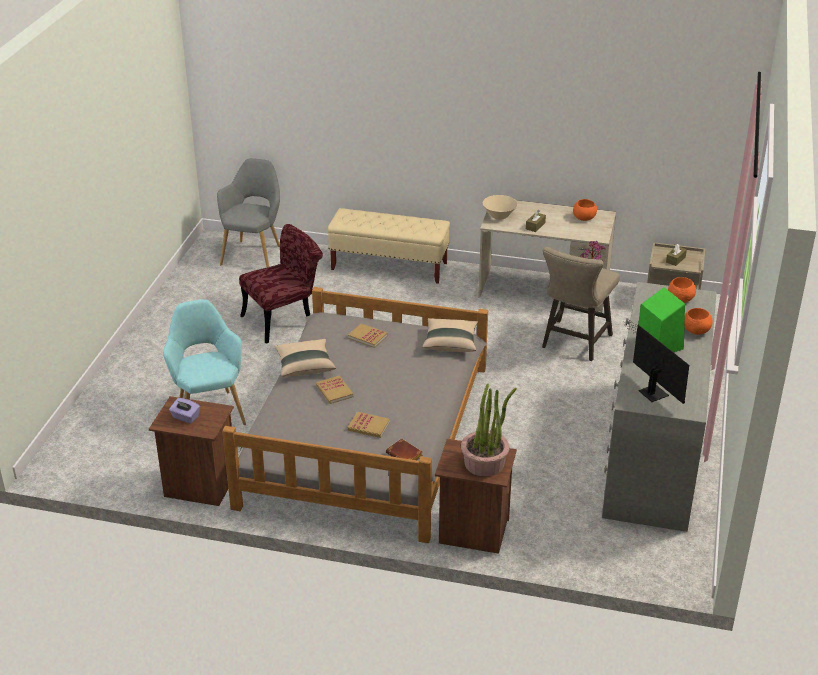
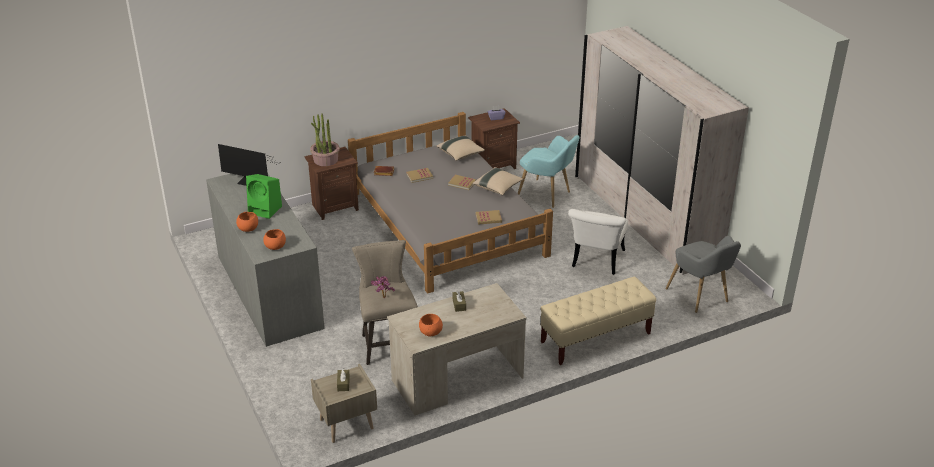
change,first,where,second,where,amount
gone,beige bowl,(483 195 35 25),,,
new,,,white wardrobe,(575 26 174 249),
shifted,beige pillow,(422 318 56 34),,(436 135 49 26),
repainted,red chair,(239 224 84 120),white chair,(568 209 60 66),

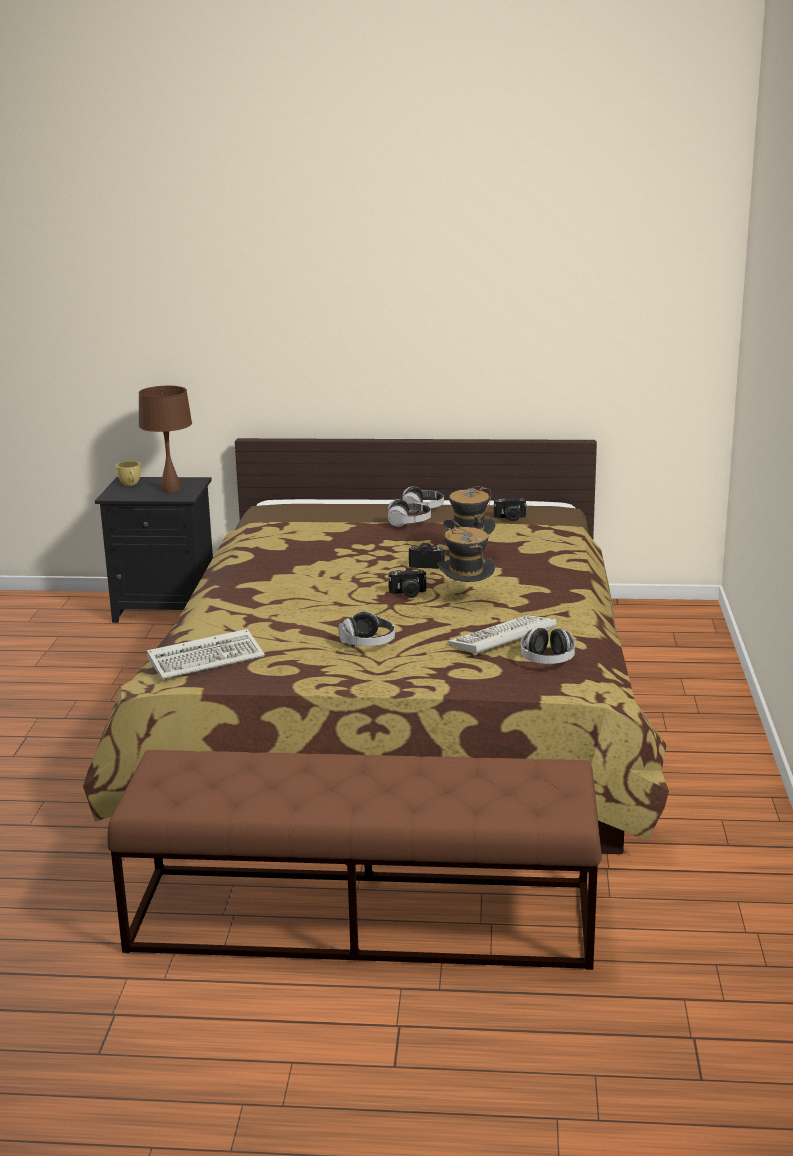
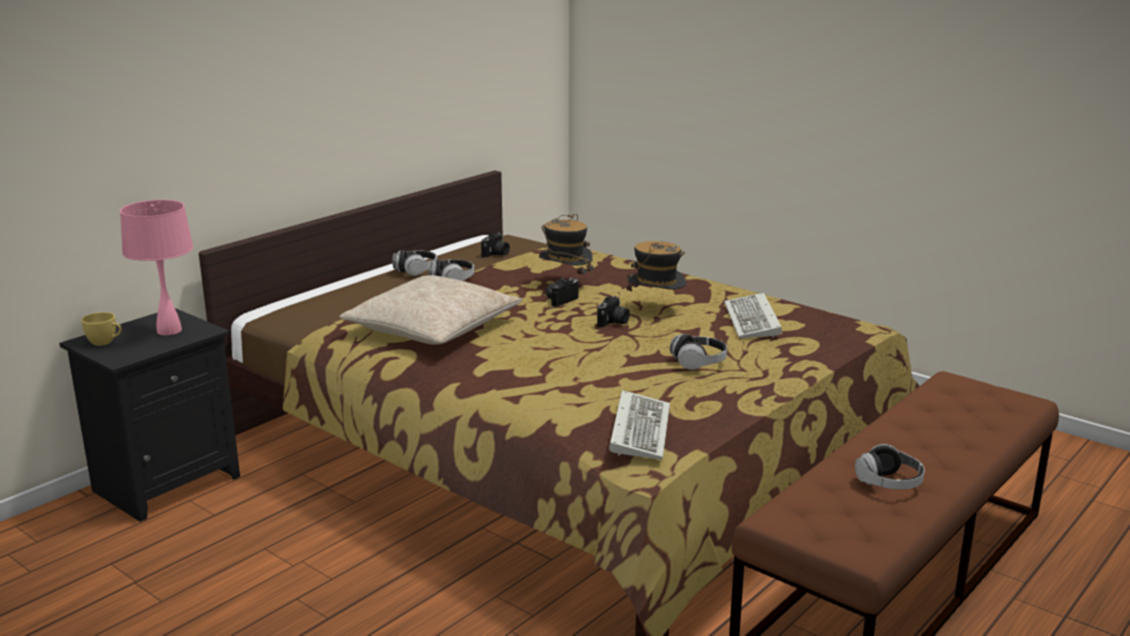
change,first,where,second,where,amount
new,,,beige pillow,(339 275 183 70),
shifted,headphones,(520 627 55 37),,(855 444 70 46),
repainted,brown table lamp,(139 386 53 107),pink table lamp,(120 200 73 135),

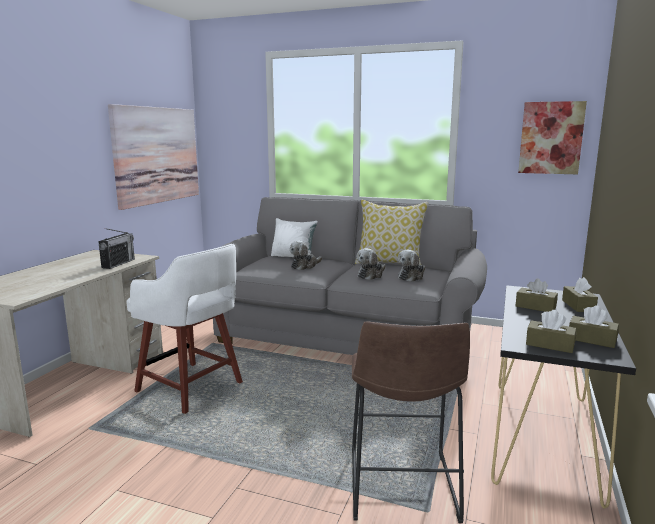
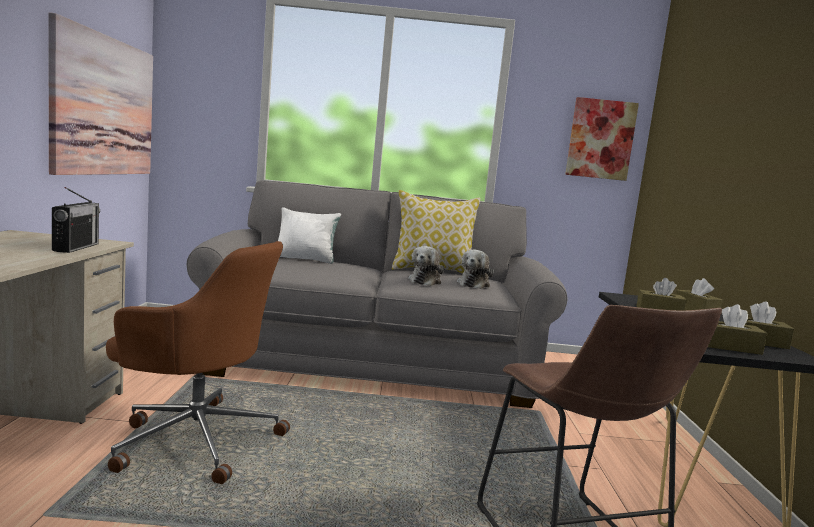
change,first,where,second,where,amount
gone,plush toy,(290 241 32 29),,,
swapped,white stool,(126 244 117 170),brown office chair,(106 241 184 243),

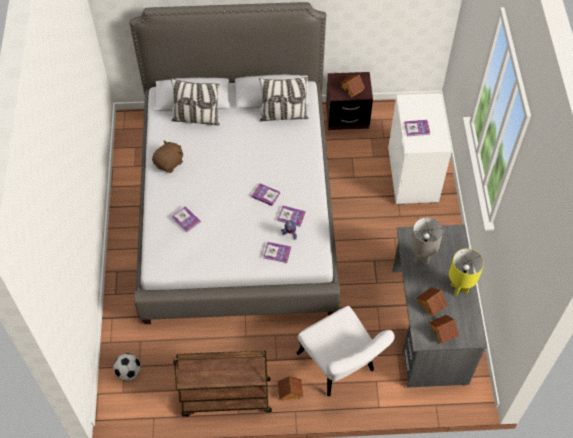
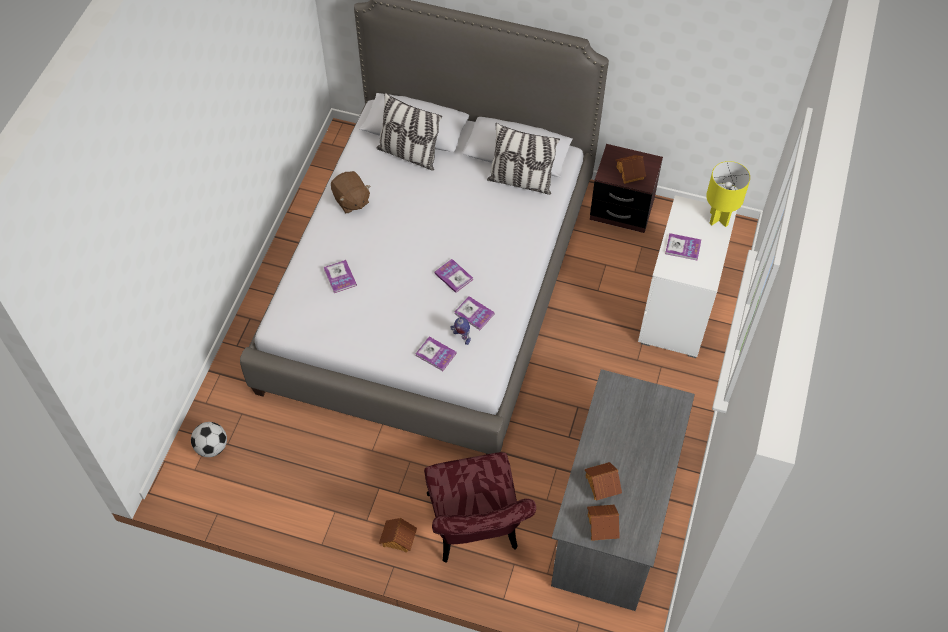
change,first,where,second,where,amount
gone,brown cart,(173 350 99 67),,,
gone,grey table lamp,(410 217 33 48),,,
shifted,yellow table lamp,(449 248 35 48),,(706 161 44 66),
repainted,white chair,(297 306 97 90),red chair,(424 452 112 111),
rotated,brown plush toy,(152 140 31 33),,(331 171 39 42),90 degrees clockwise

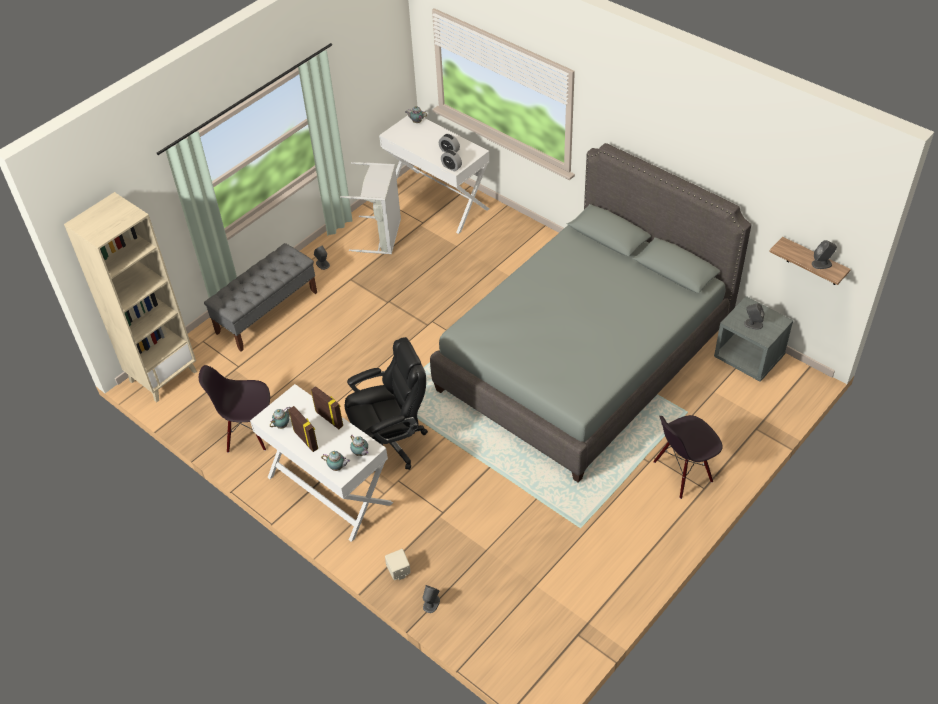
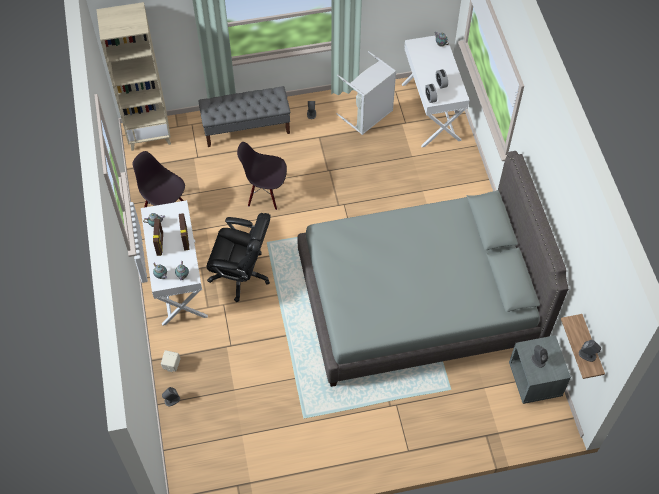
change,first,where,second,where,amount
shifted,black chair,(653 415 70 84),,(237 142 50 68),

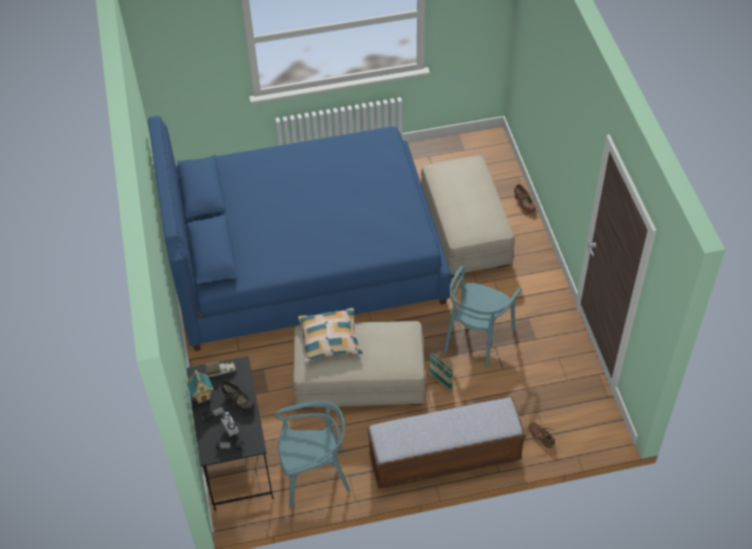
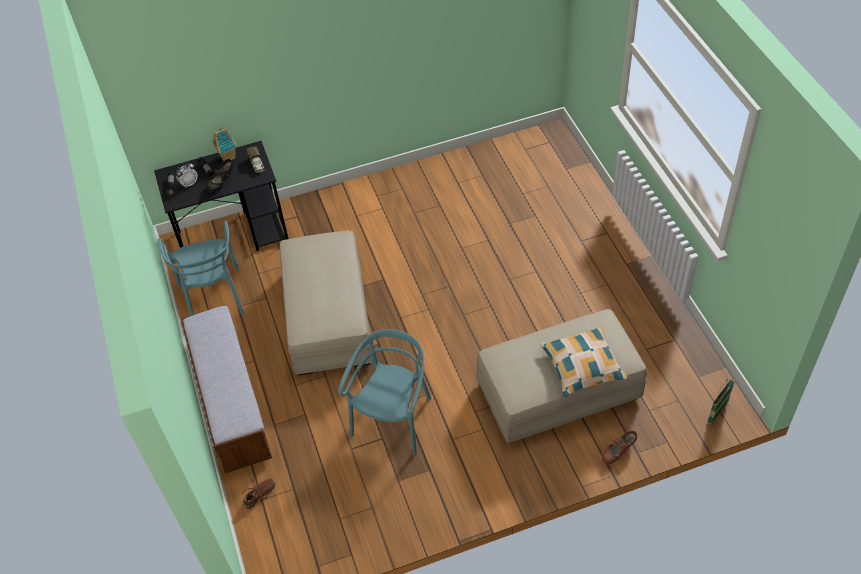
change,first,where,second,where,amount
gone,blue bed,(148 116 303 235),,,
shifted,pillow,(298 308 65 54),,(540 327 87 70),
shifted,basket,(429 352 25 38),,(708 379 27 45),
rotated,turquoise chair,(444 266 78 102),,(338 329 93 126),90 degrees clockwise

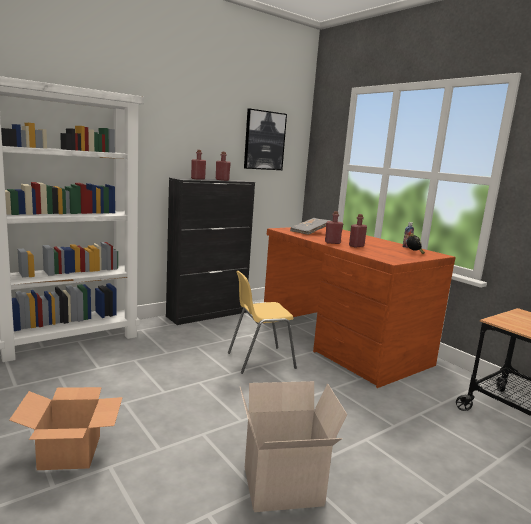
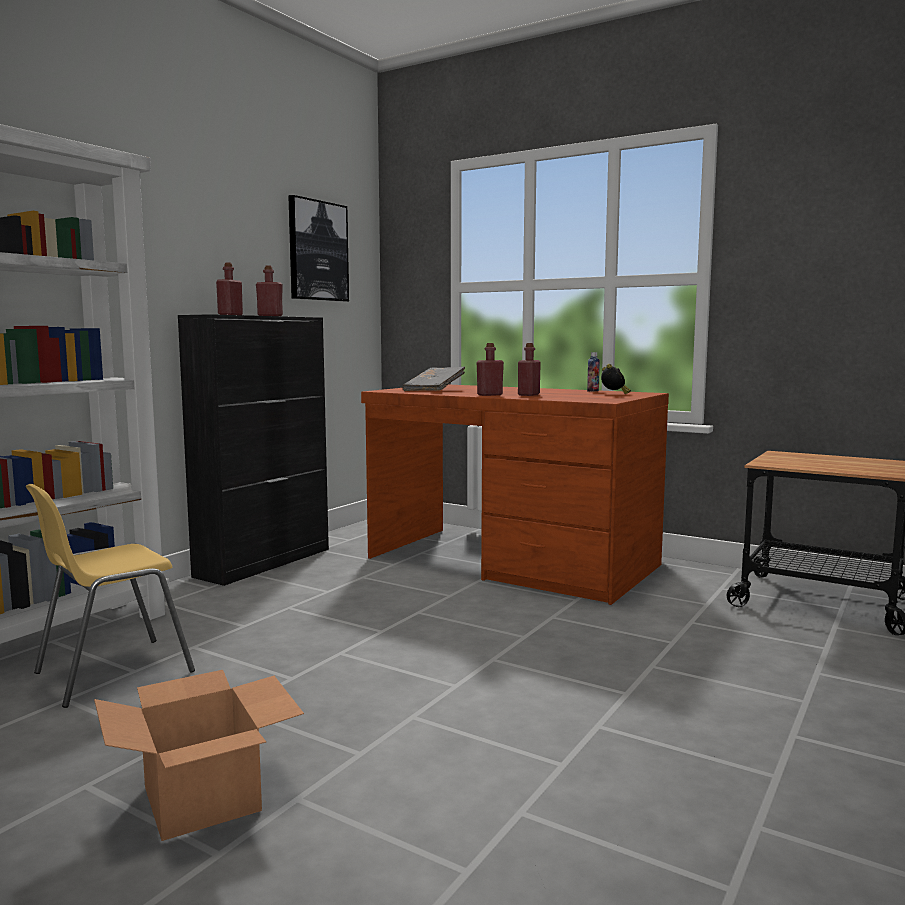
change,first,where,second,where,amount
gone,cardboard box,(240 381 108 131),,,
shifted,yellow chair,(228 271 69 103),,(26 484 169 224),

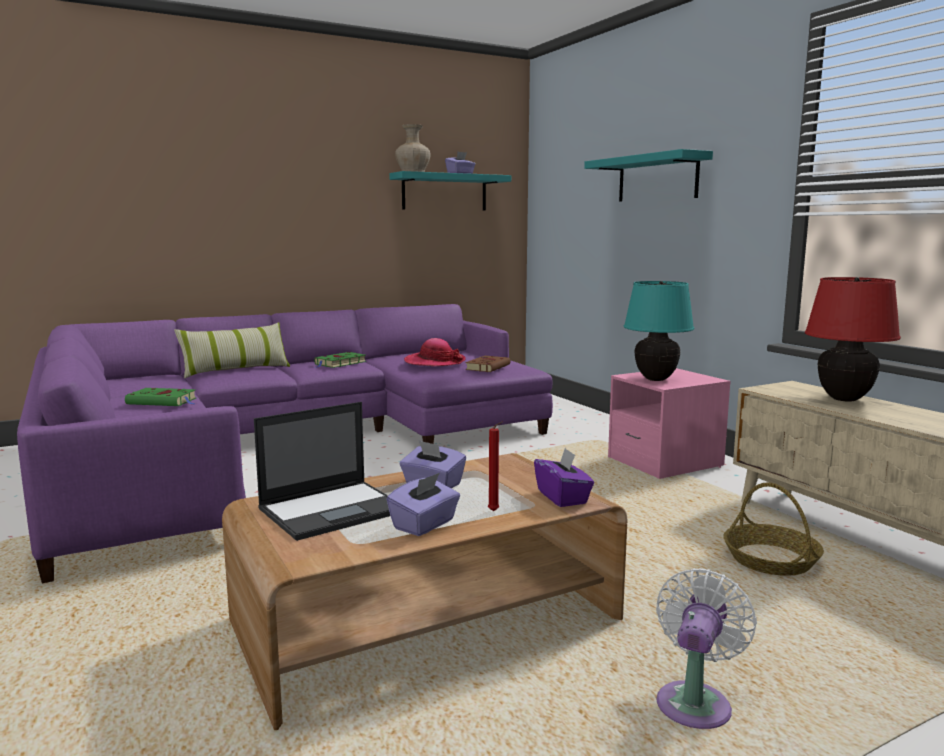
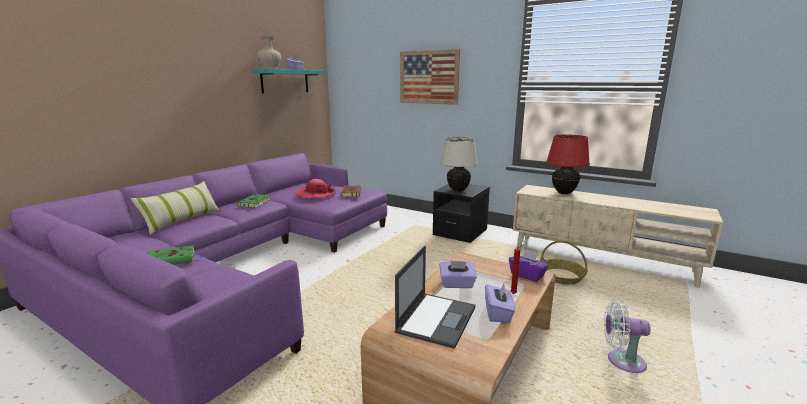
change,first,where,second,where,amount
swapped,turquoise shelf,(584 149 129 52),picture,(400 49 60 56),
repainted,pink nightstand,(608 368 123 111),black nightstand,(433 184 57 59),
repainted,turquoise table lamp,(624 281 70 100),beige table lamp,(441 137 37 55),
rotated,white fan,(656 568 101 161),,(604 301 47 72),75 degrees counterclockwise

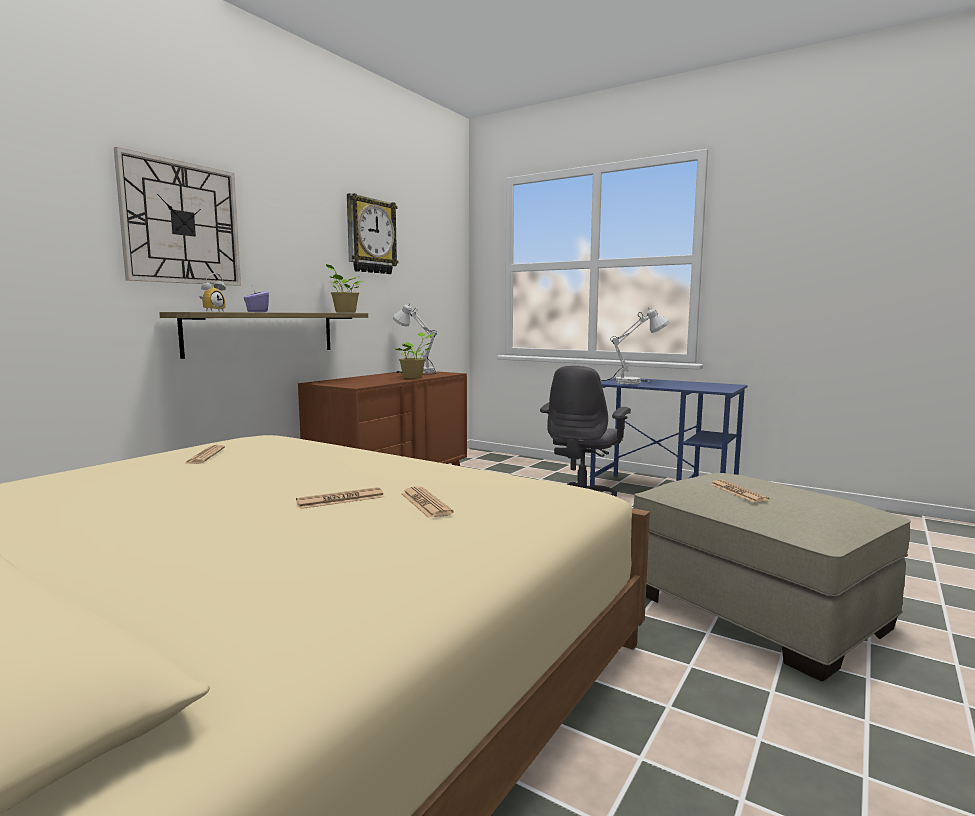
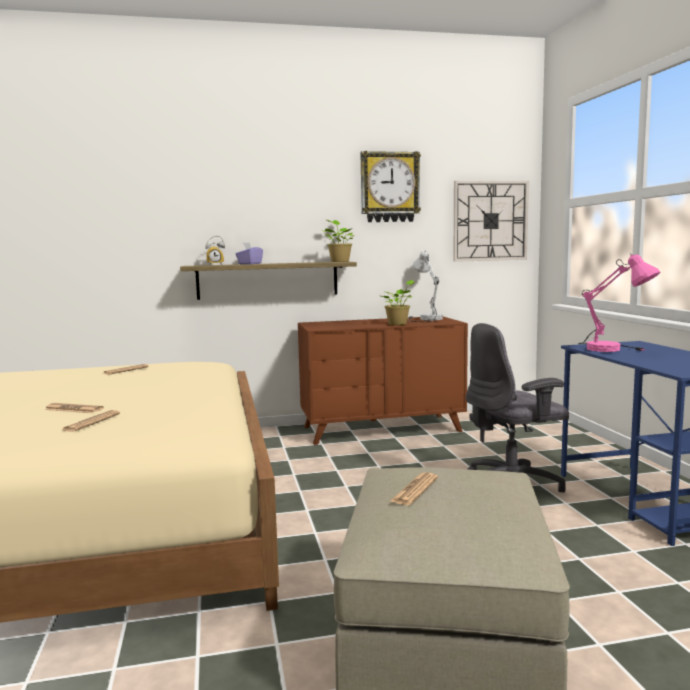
change,first,where,second,where,amount
shifted,wall clock,(114 147 127 139),,(453 181 76 81),
repainted,white table lamp,(601 309 69 75),pink table lamp,(577 253 83 99),

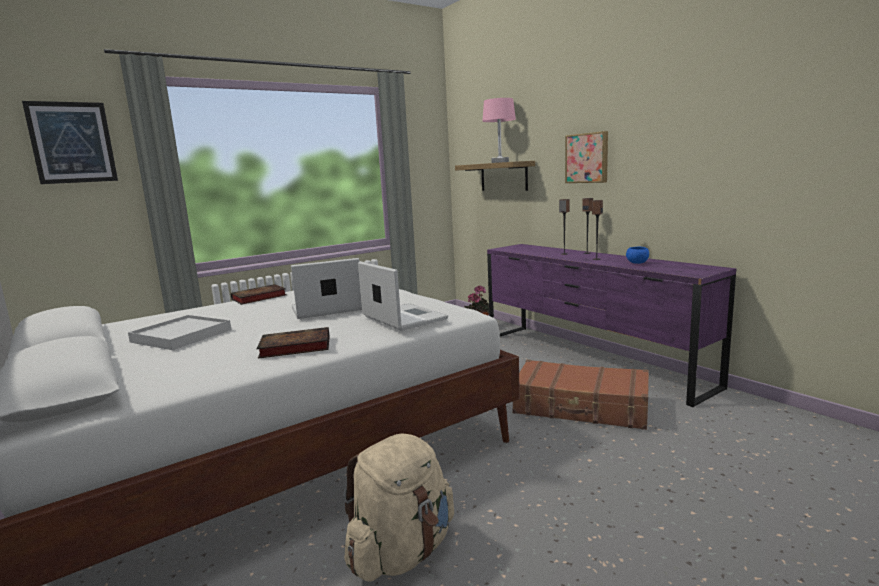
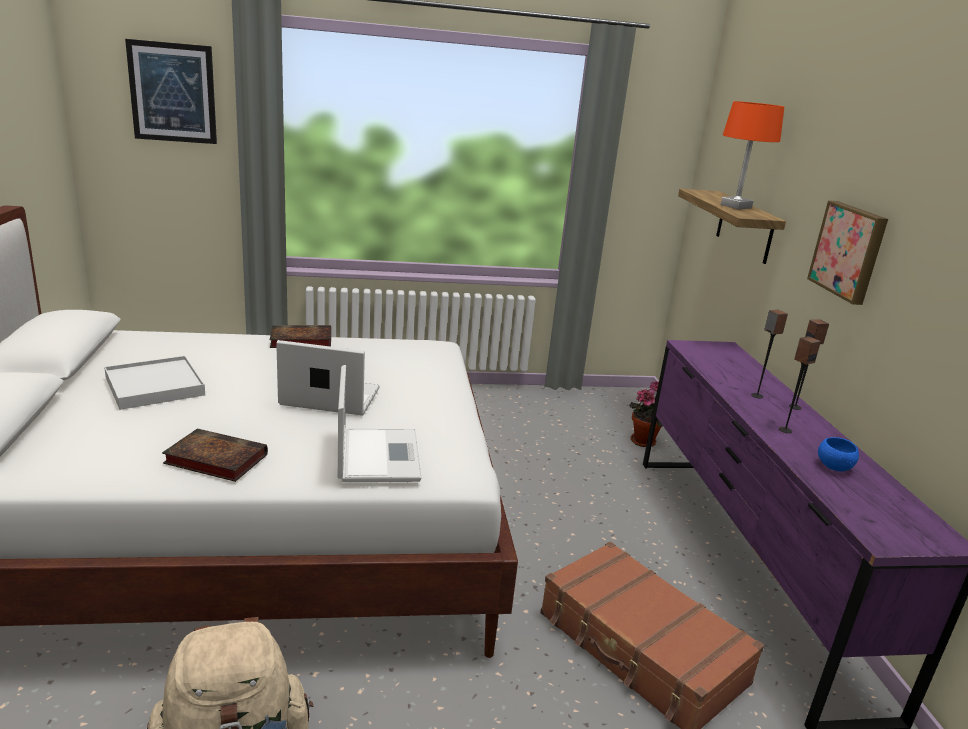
change,first,where,second,where,amount
repainted,pink table lamp,(483 98 33 65),orange table lamp,(721 101 63 108),

